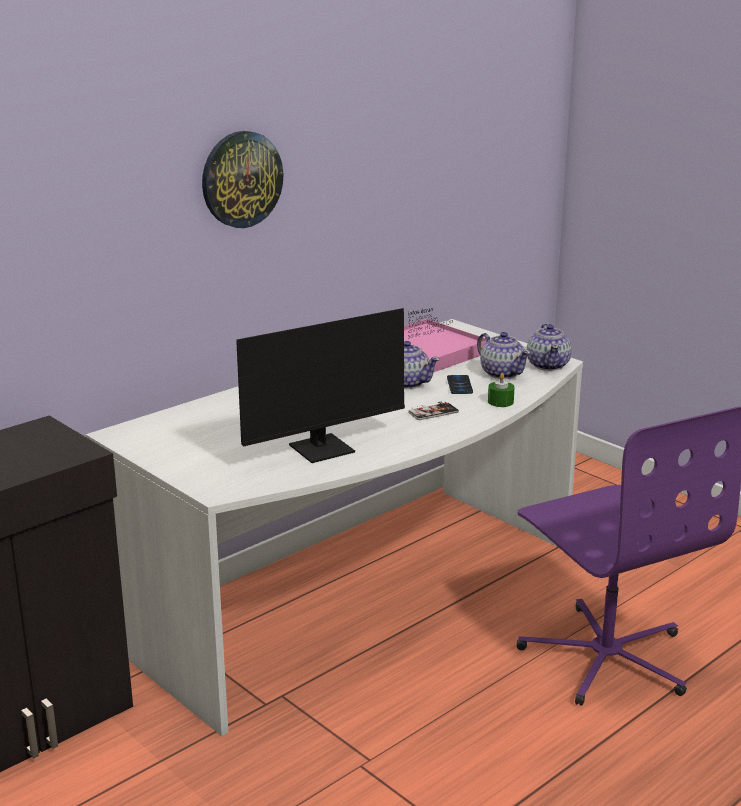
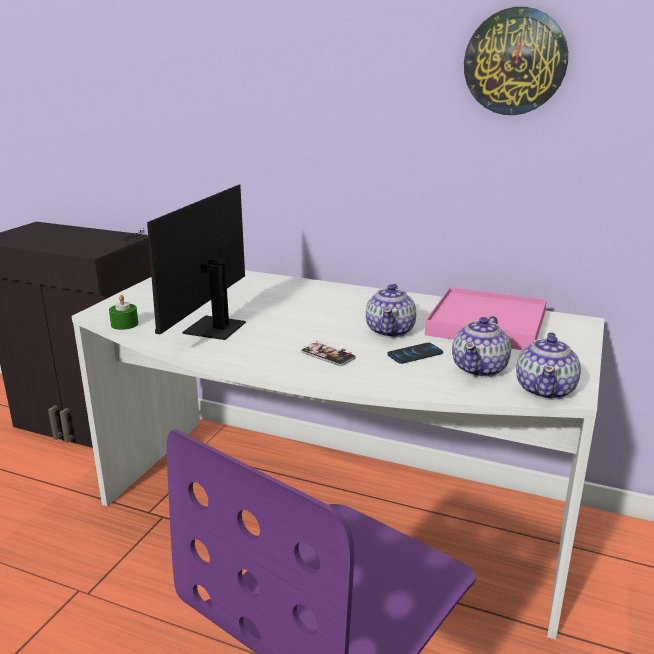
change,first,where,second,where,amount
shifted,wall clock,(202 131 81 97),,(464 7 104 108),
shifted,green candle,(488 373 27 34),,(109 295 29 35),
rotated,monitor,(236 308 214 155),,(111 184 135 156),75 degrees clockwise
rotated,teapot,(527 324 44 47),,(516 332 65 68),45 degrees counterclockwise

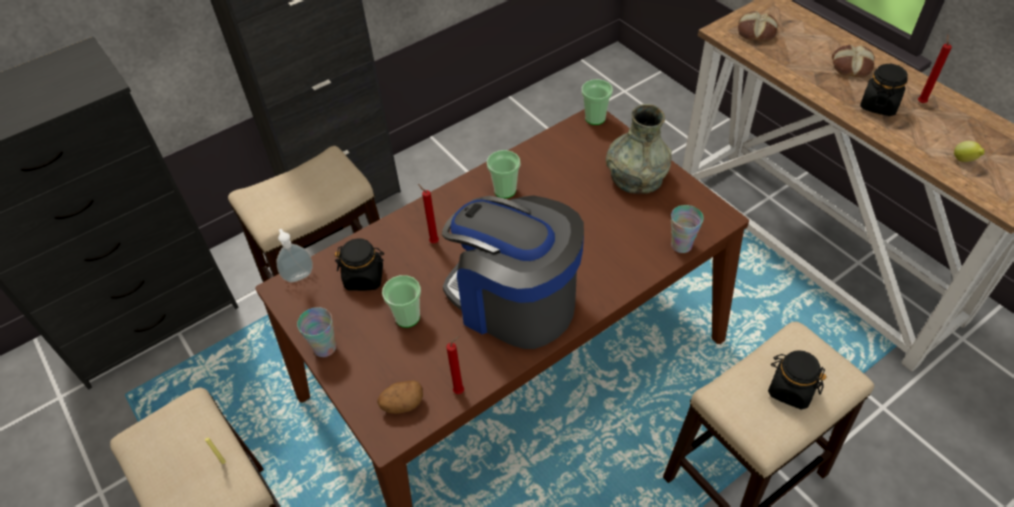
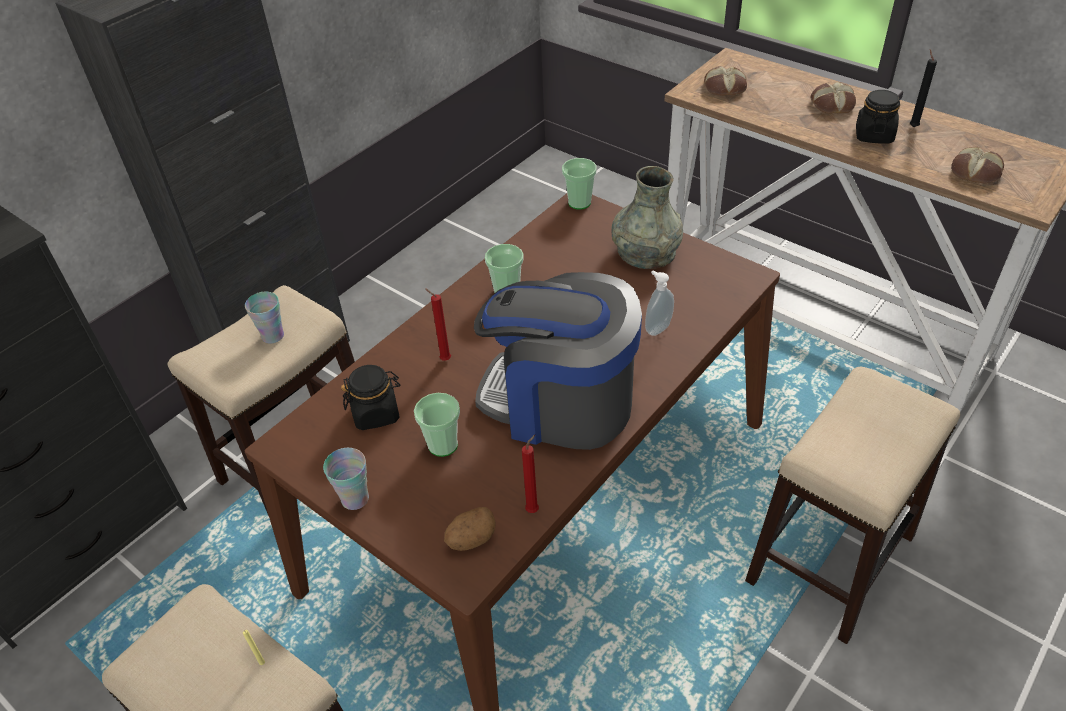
change,first,where,second,where,amount
gone,black jar,(768 350 58 59),,,
shifted,soap dispenser,(277 229 36 53),,(645 270 29 66),
shifted,cup,(671 205 33 48),,(245 292 39 52),
swapped,lemon,(953 141 32 21),bread,(951 147 53 37),
repainted,red candle,(918 34 34 69),black candle,(910 49 27 78),

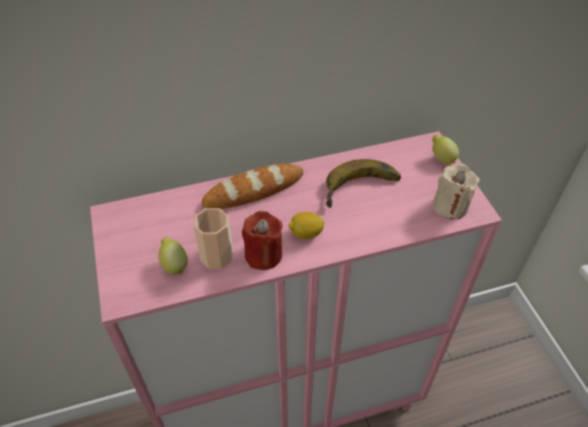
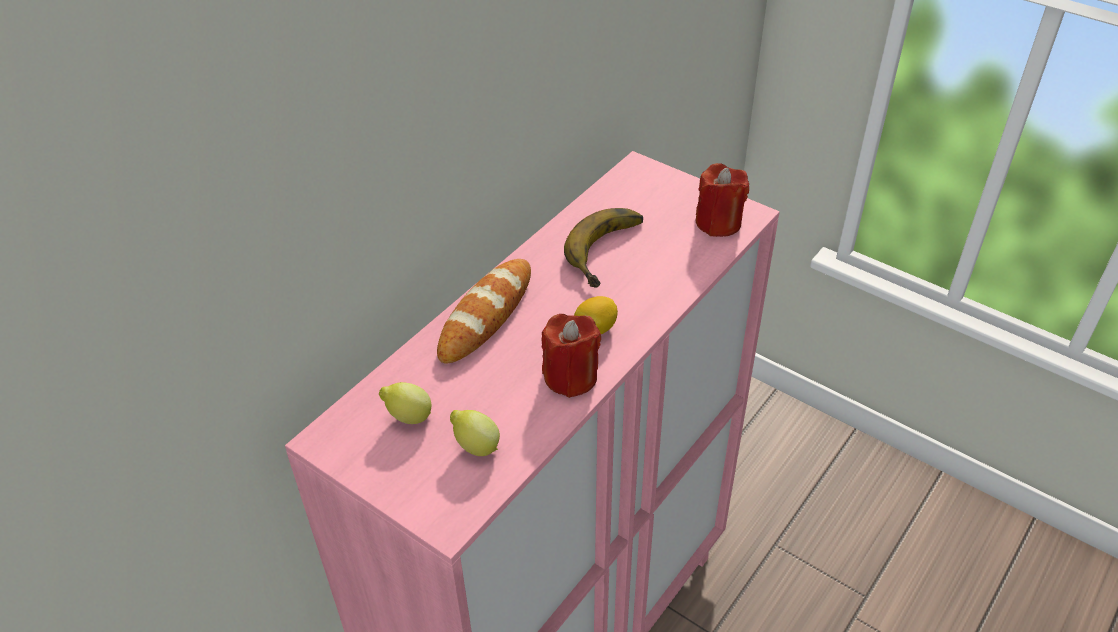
change,first,where,second,where,amount
gone,cup,(193 208 40 61),,,
shifted,lemon,(432 135 27 29),,(379 382 52 42),
repainted,beige candle,(433 164 46 55),red candle,(696 163 53 74),

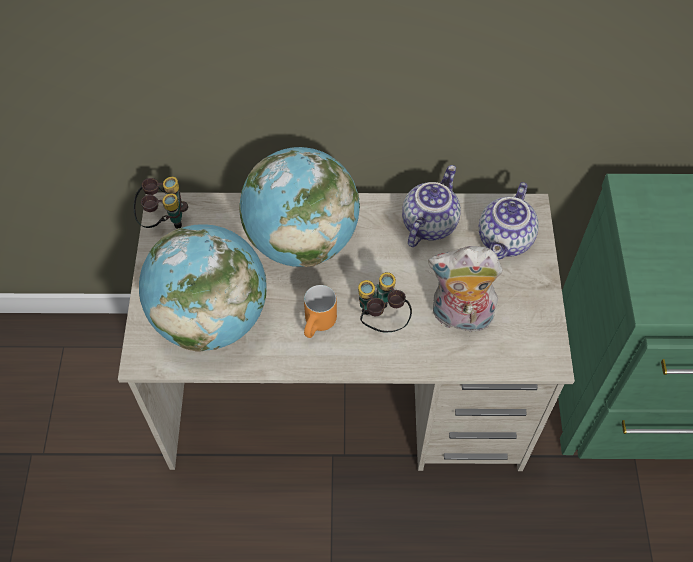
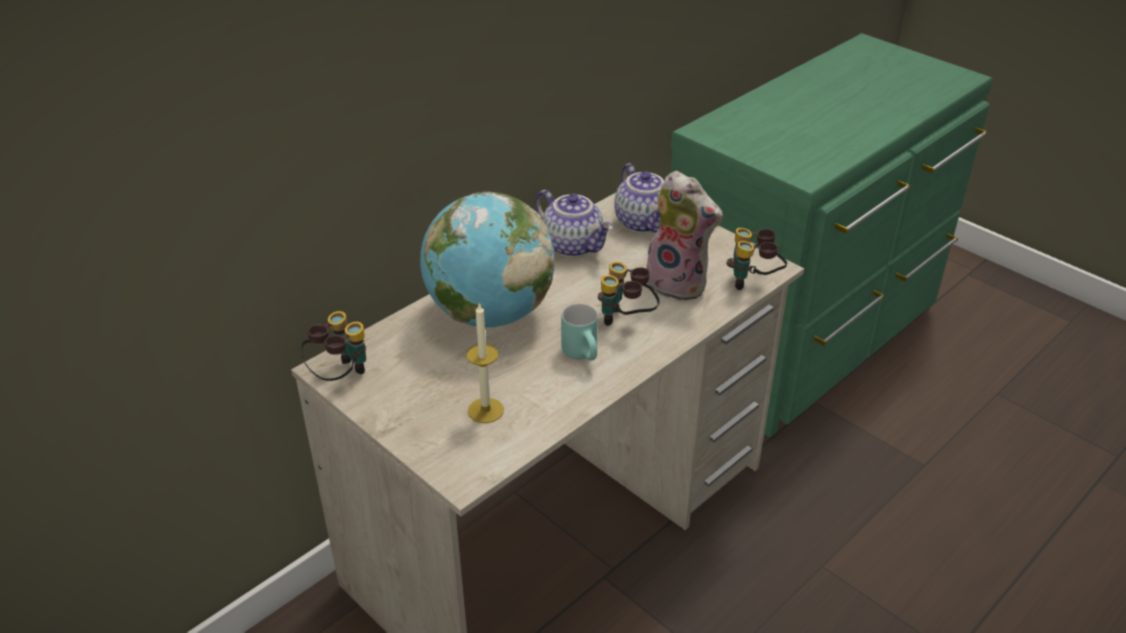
change,first,where,second,where,amount
new,,,binoculars,(726 228 61 62),
swapped,globe,(139 224 128 128),candle,(466 303 38 120),
repainted,orange mug,(304 285 33 53),turquoise mug,(561 304 37 57),
rotated,teapot,(402 165 59 82),,(535 190 78 67),150 degrees clockwise
rotated,plush toy,(428 246 75 91),,(647 171 76 131),105 degrees counterclockwise

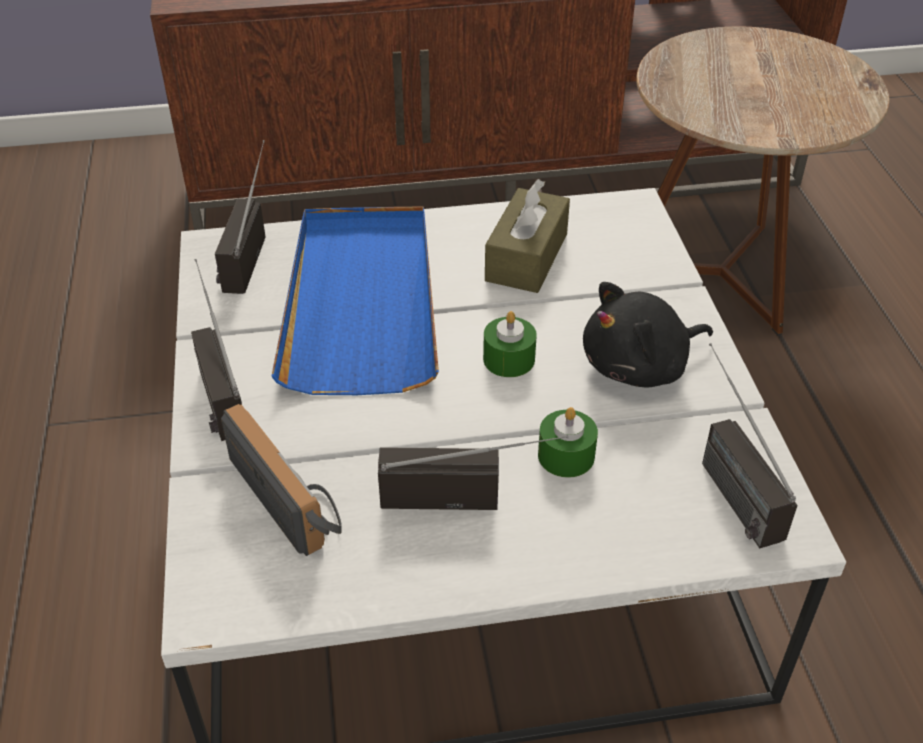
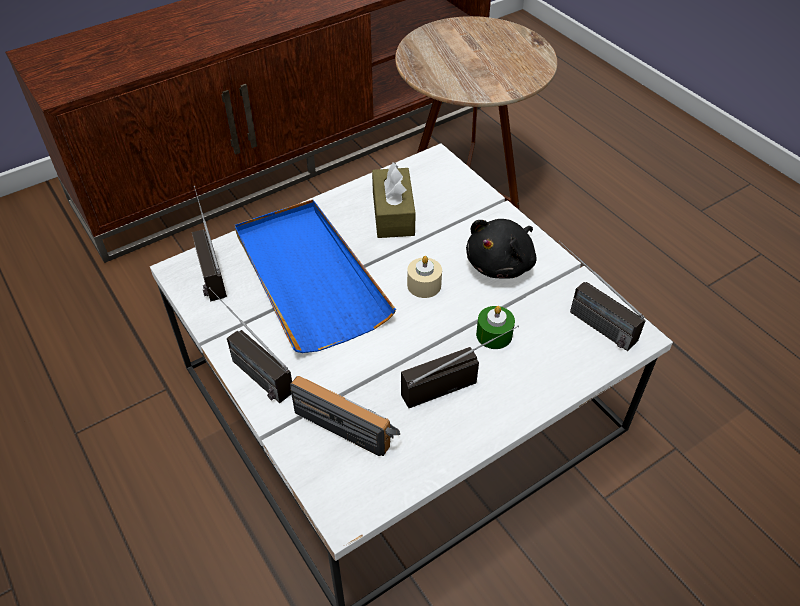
change,first,where,second,where,amount
repainted,green candle,(483 311 54 66),beige candle,(407 256 35 42),

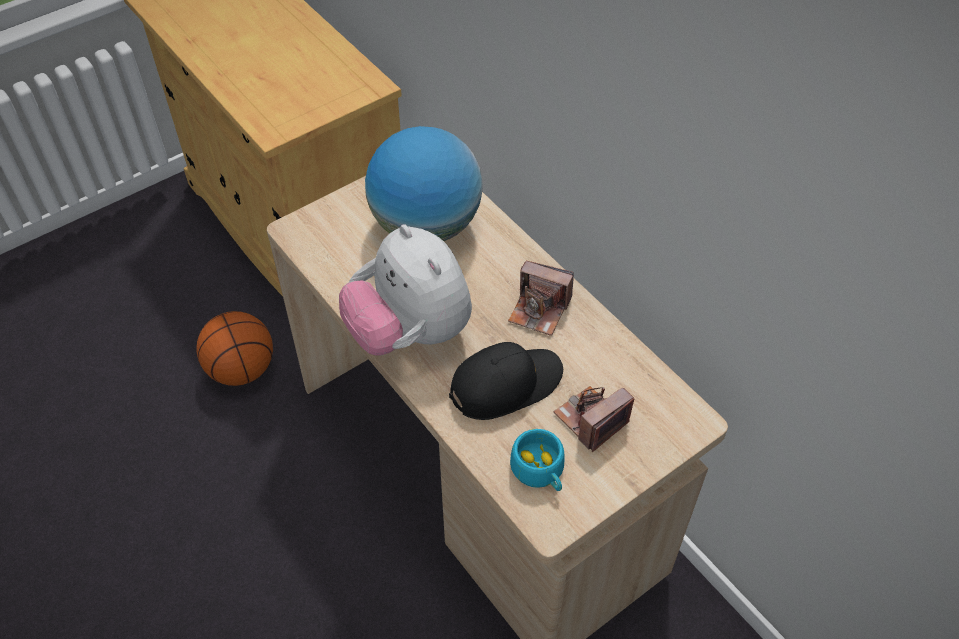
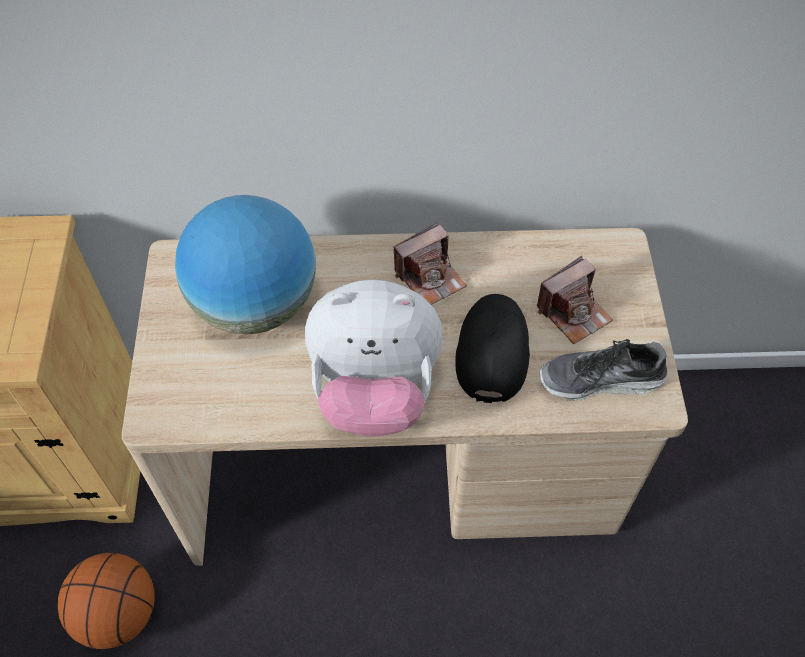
change,first,where,second,where,amount
swapped,turquoise cup,(510 429 55 62),shoe,(540 339 128 61),
rotated,photo camera,(553 386 82 66),,(537 256 76 88),120 degrees counterclockwise

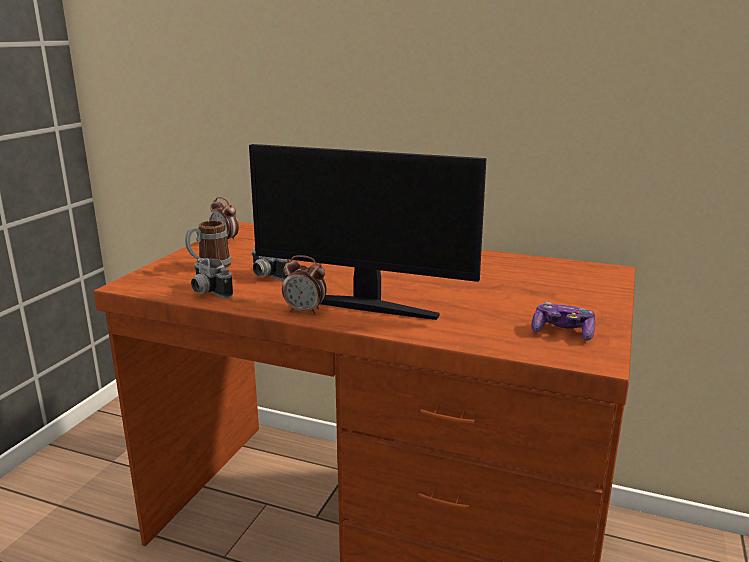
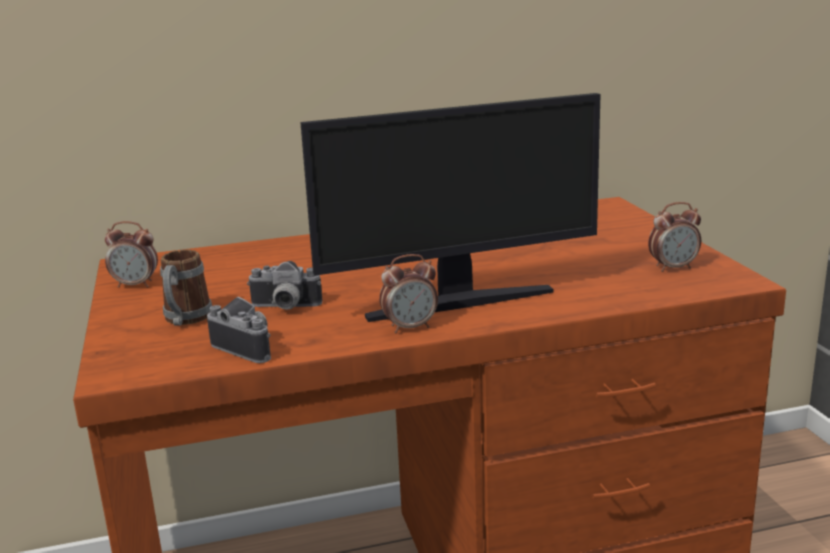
change,first,where,second,where,amount
swapped,game controller,(532 302 63 39),alarm clock,(648 202 53 70),
rotated,photo camera,(191 258 42 40),,(207 297 64 66),150 degrees counterclockwise

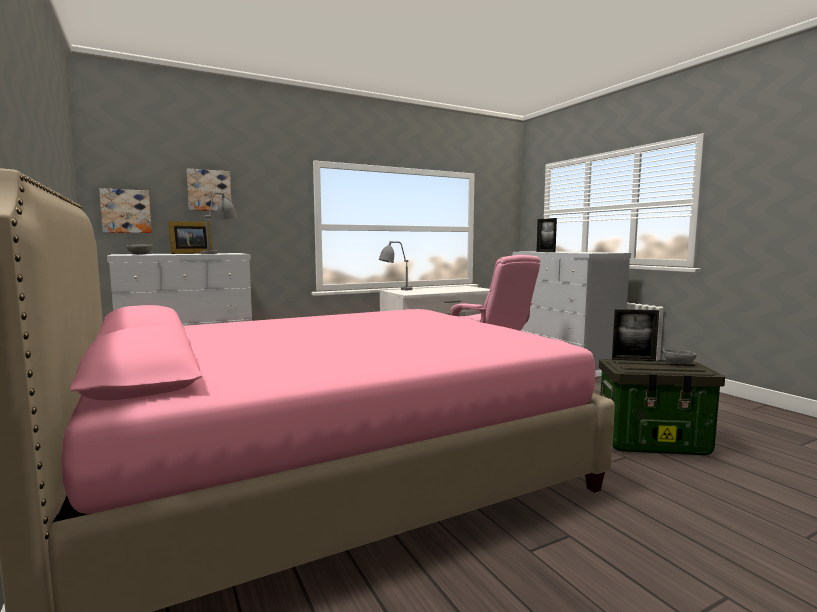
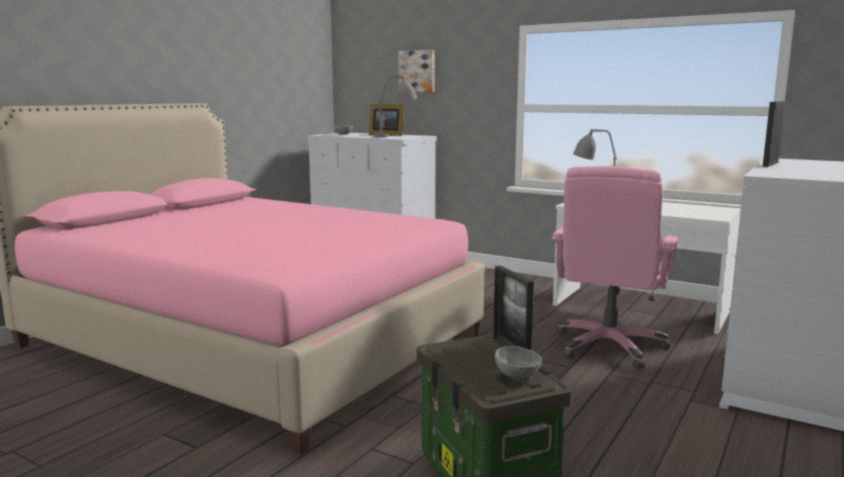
change,first,where,second,where,amount
gone,picture,(99 188 53 45),,,

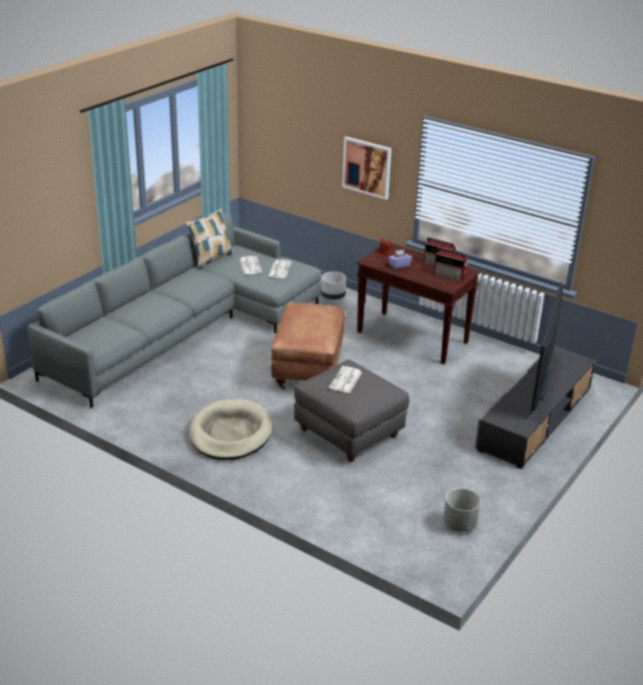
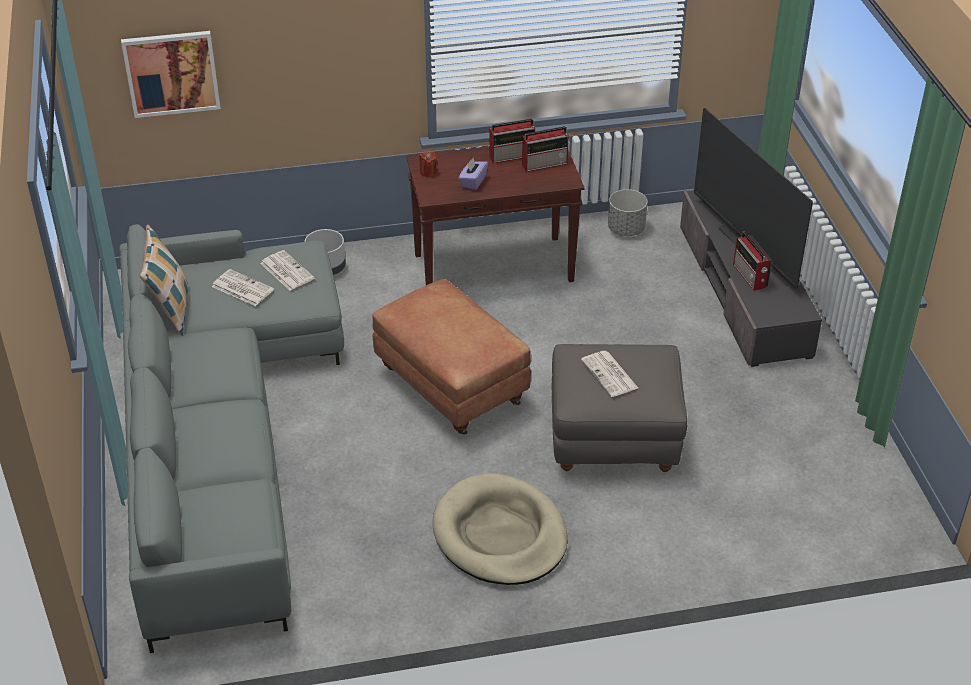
change,first,where,second,where,amount
new,,,radio,(733 231 39 60),
shifted,picture,(342 136 49 64),,(121 31 100 87),
shifted,grey planter,(443 488 38 44),,(608 189 40 47),

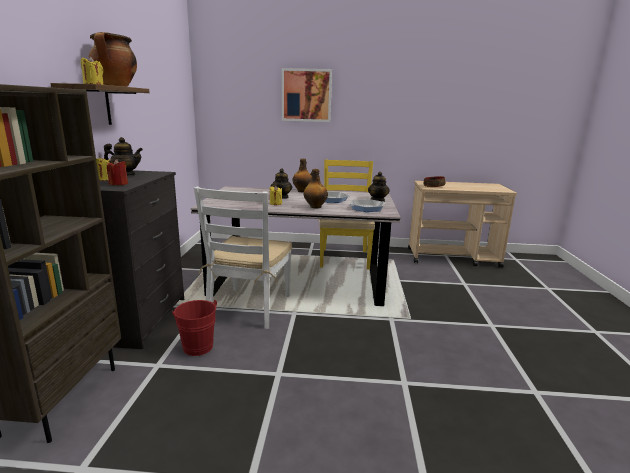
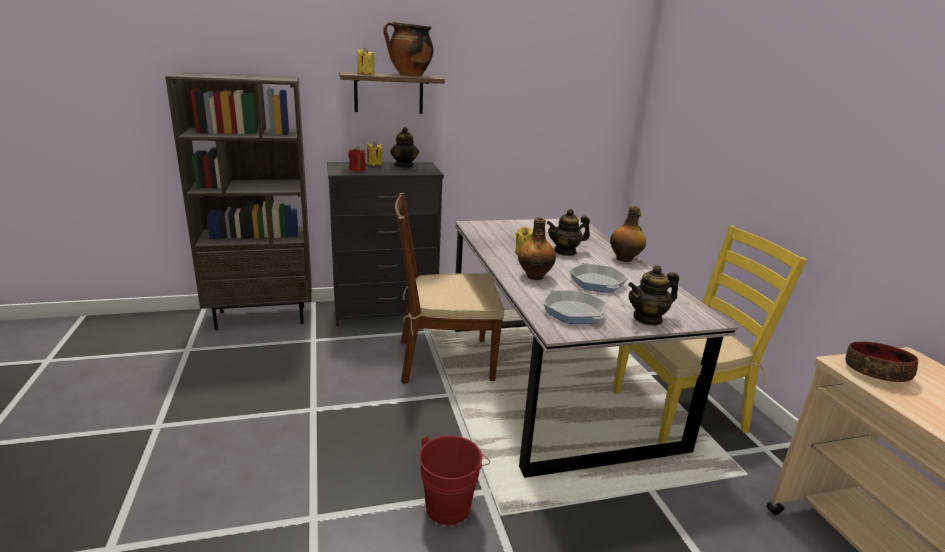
change,first,where,second,where,amount
gone,picture,(282 68 50 54),,,
shifted,red bucket,(172 299 45 57),,(419 435 71 91),
repainted,white chair,(194 187 98 142),brown chair,(395 193 109 191),

